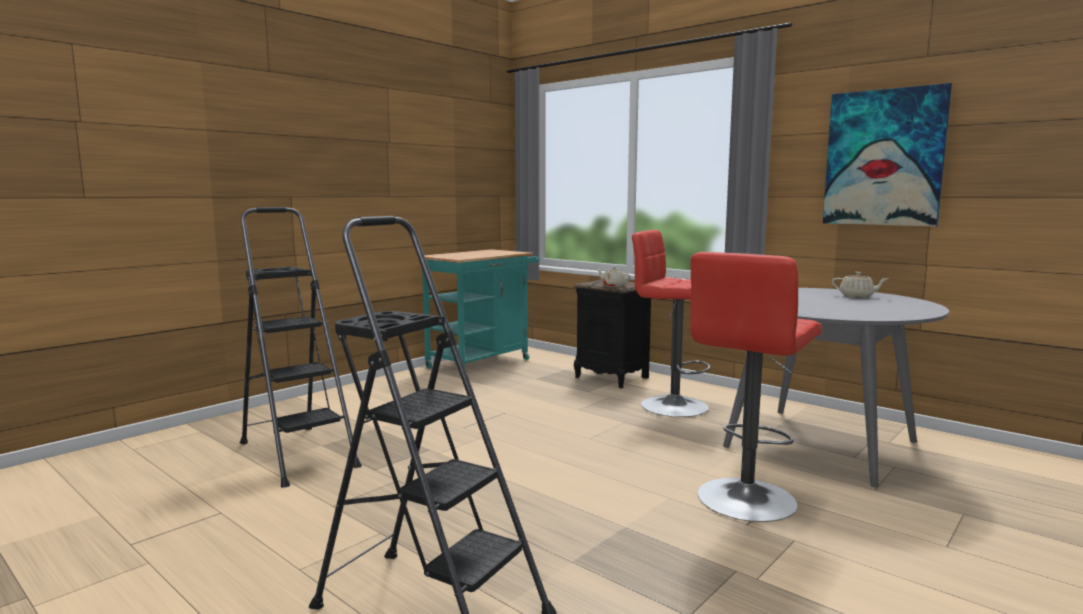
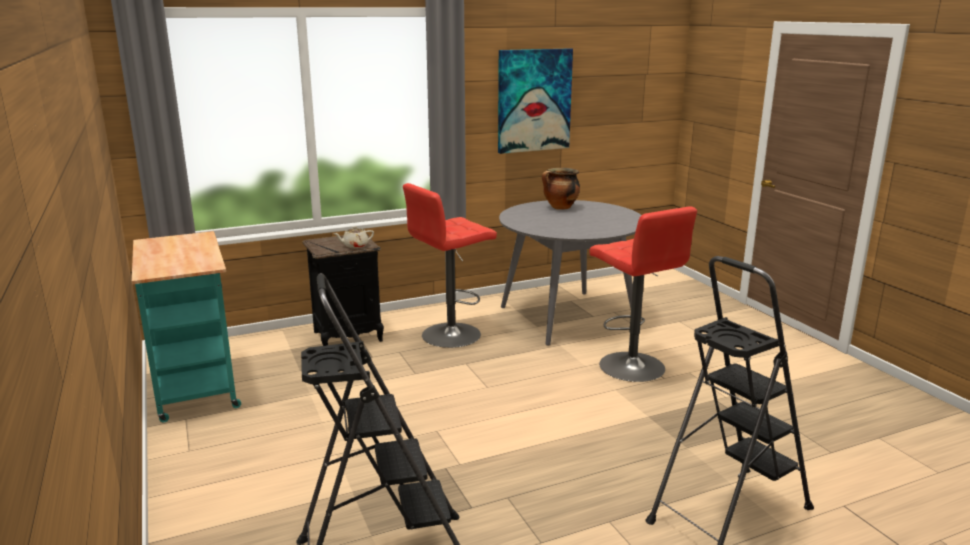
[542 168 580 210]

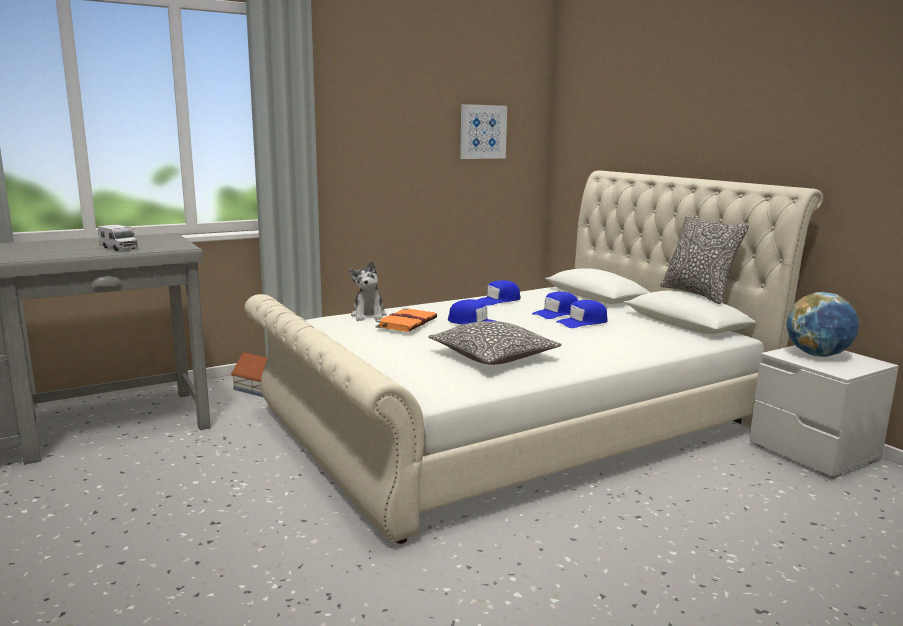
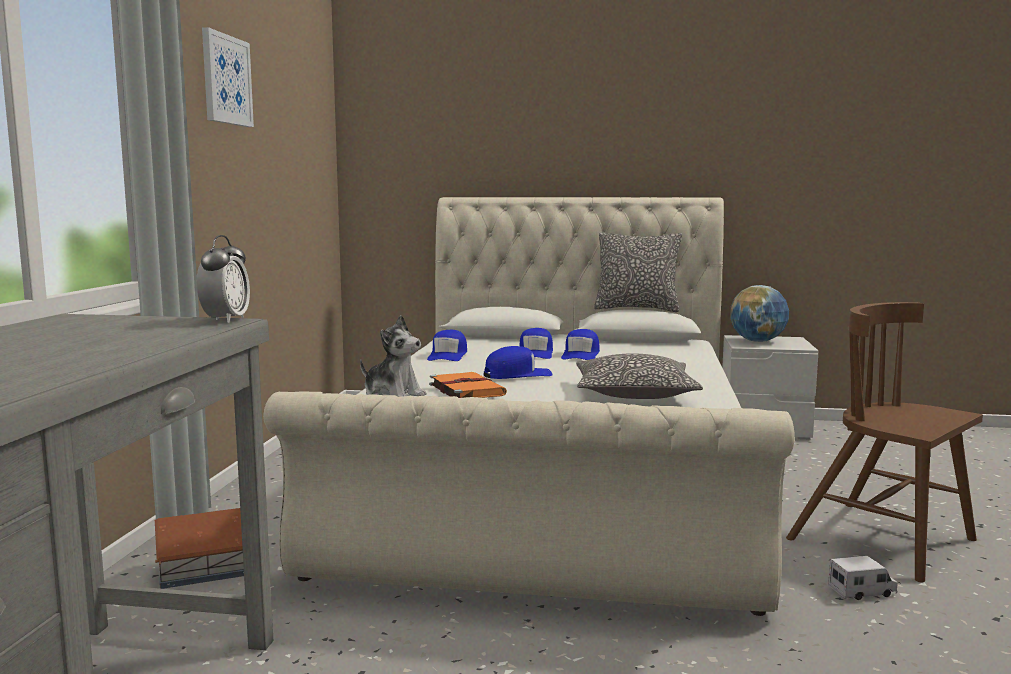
[197 235 250 323]
[786 302 983 582]
[828 556 898 600]
[202 27 254 127]

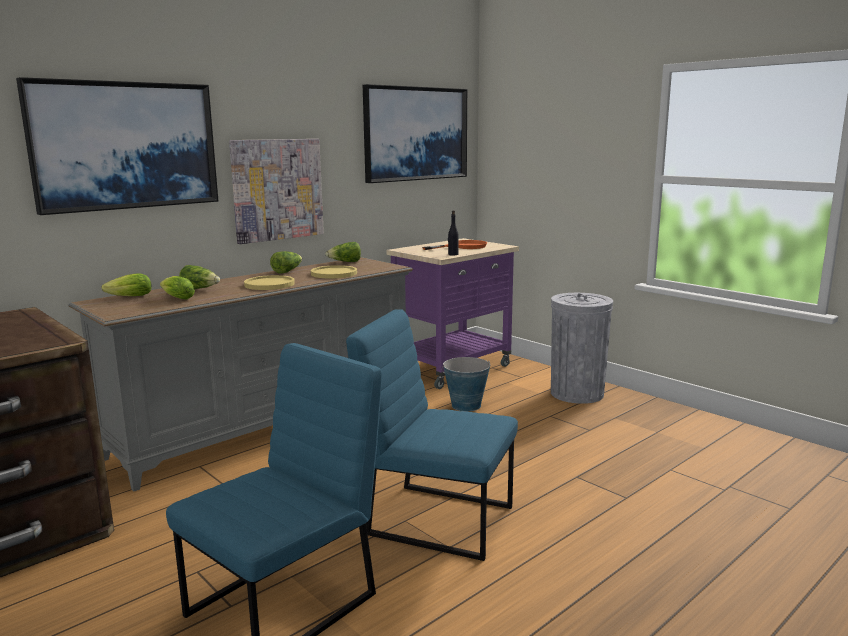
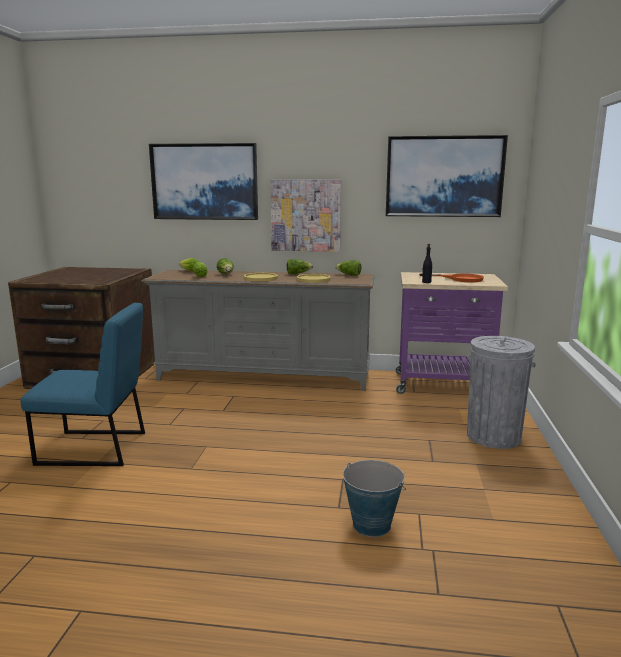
[346 309 518 561] (first image)
[343 460 406 537]

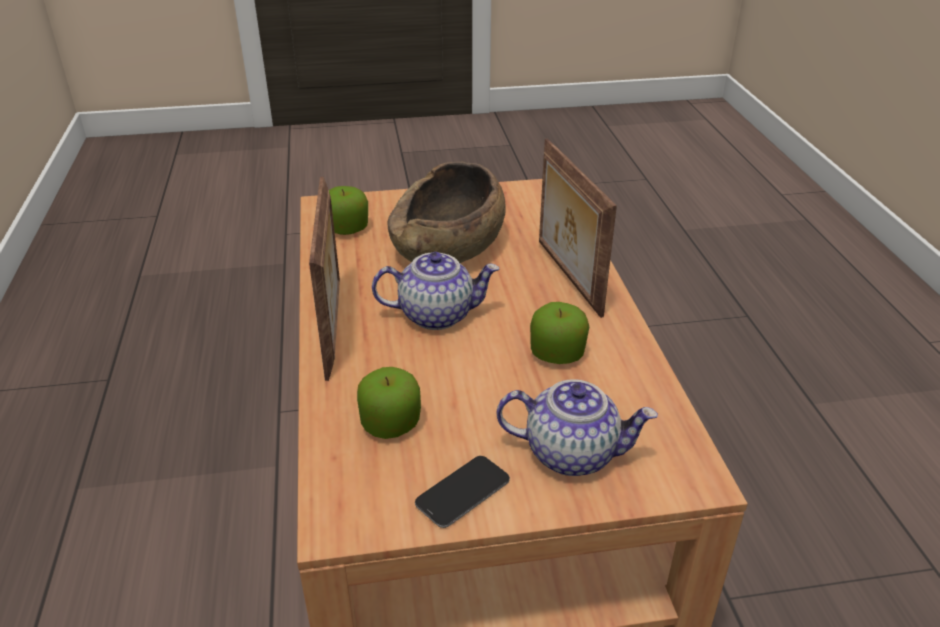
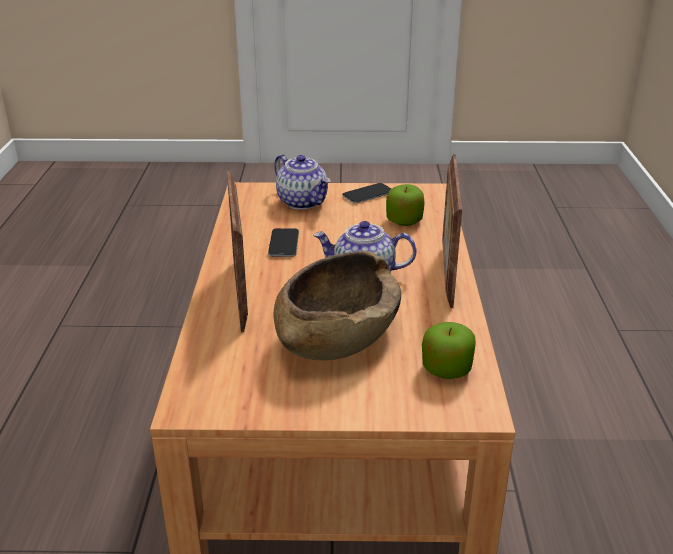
[268 228 299 257]
[274 154 331 210]

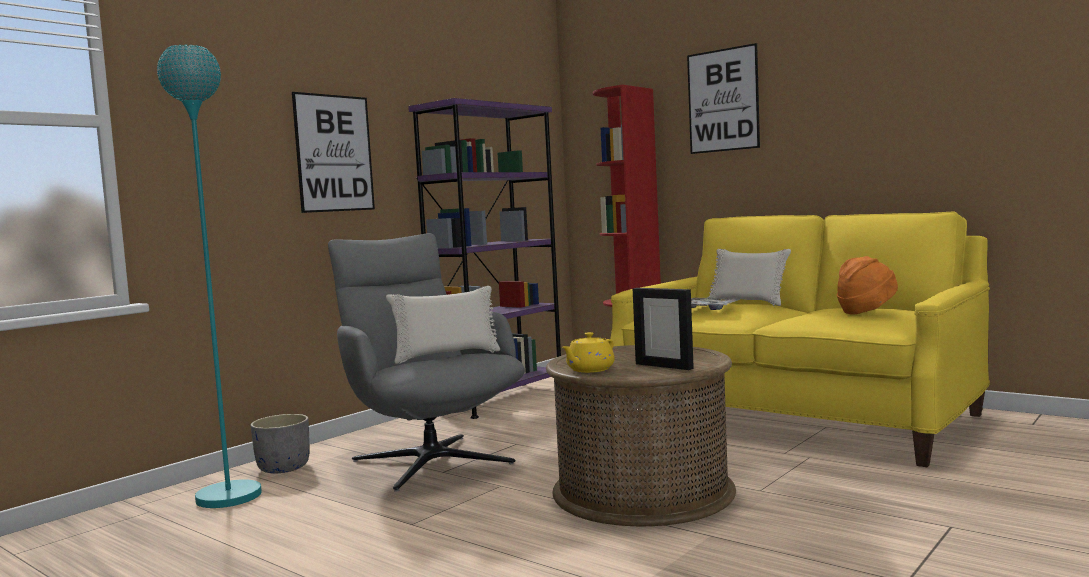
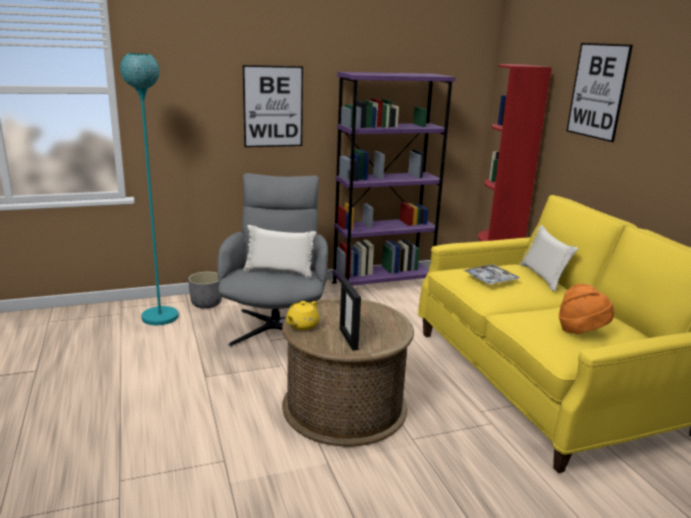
[286 301 320 330]

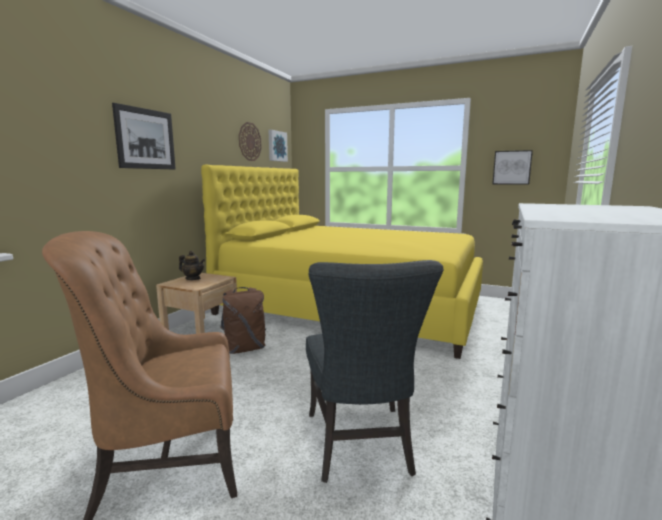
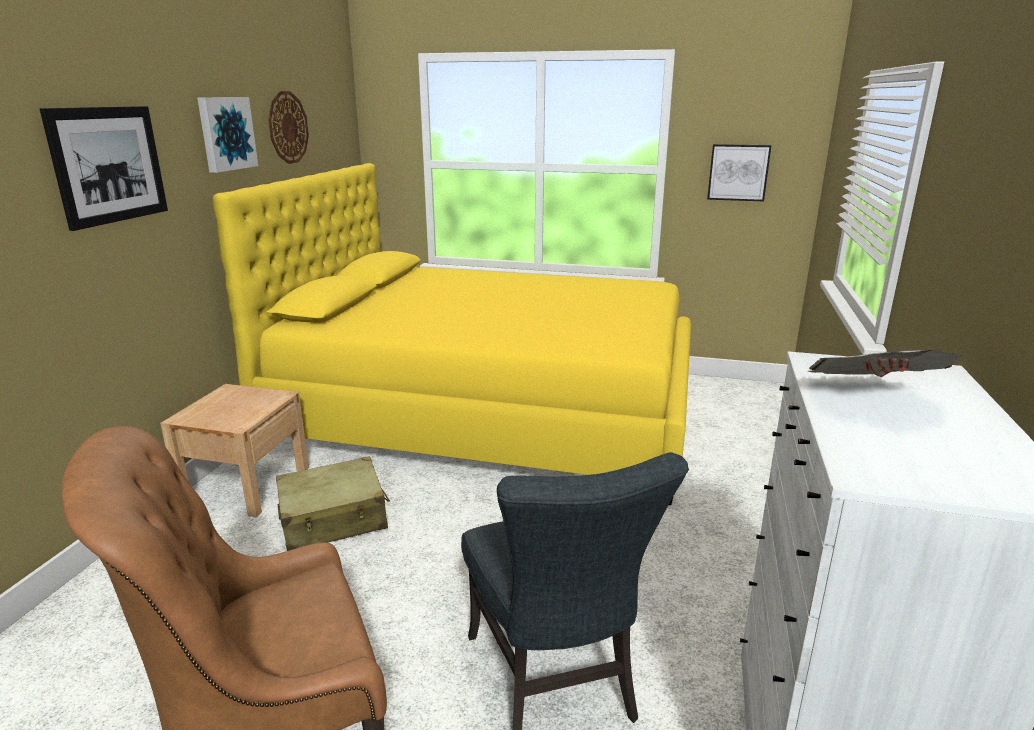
[179 251 205 280] (first image)
[808 350 963 377]
[197 97 258 173]
[276 456 390 551]

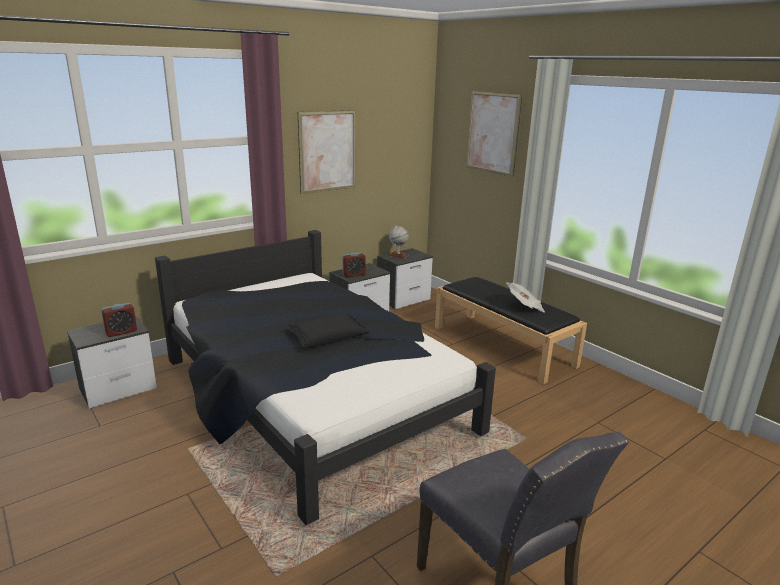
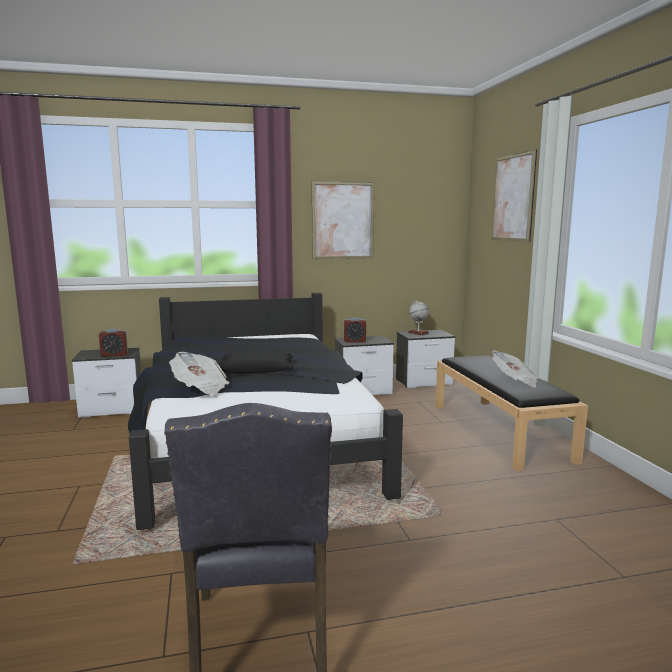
[169 352 230 395]

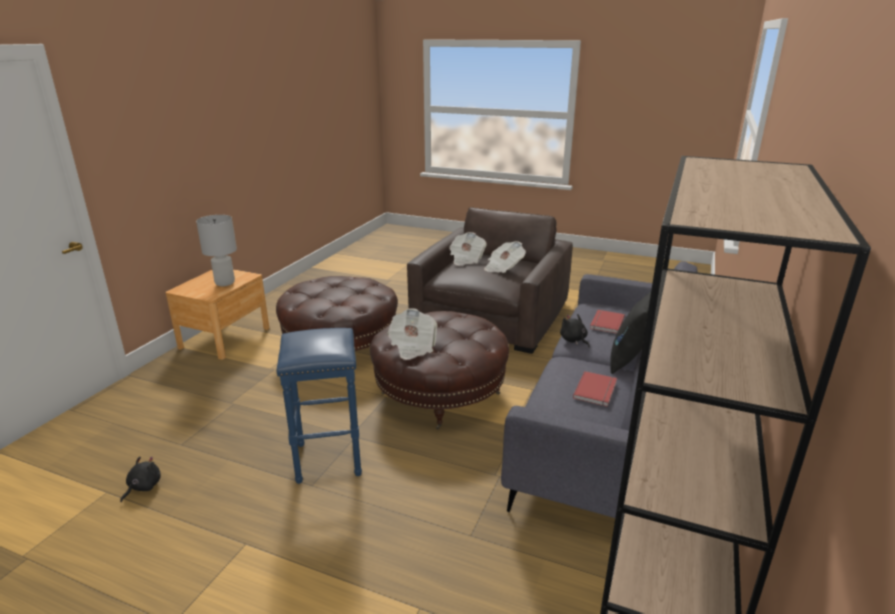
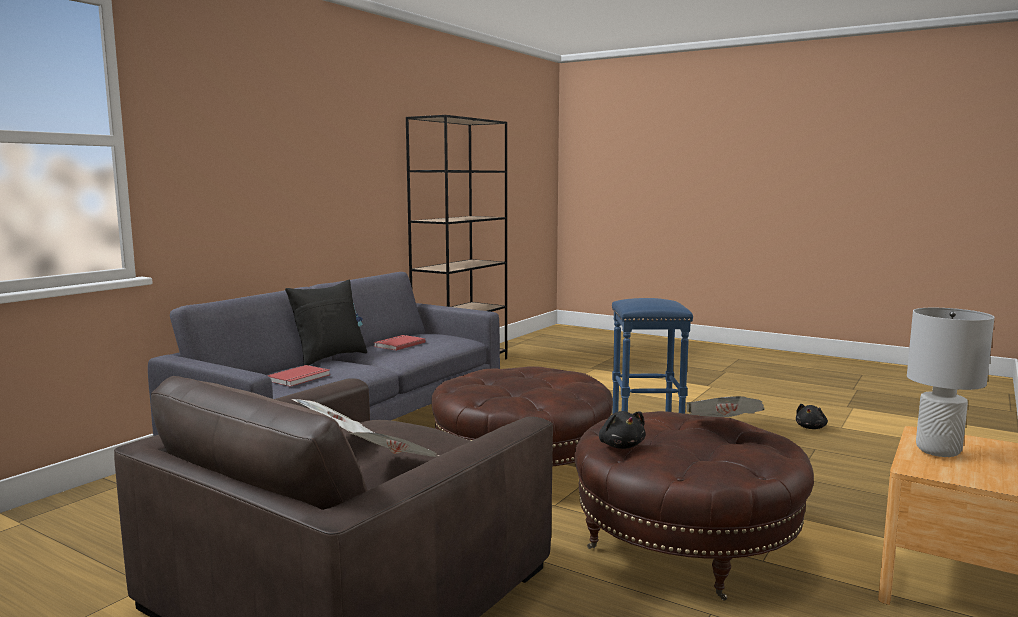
[686 396 765 417]
[599 411 645 449]

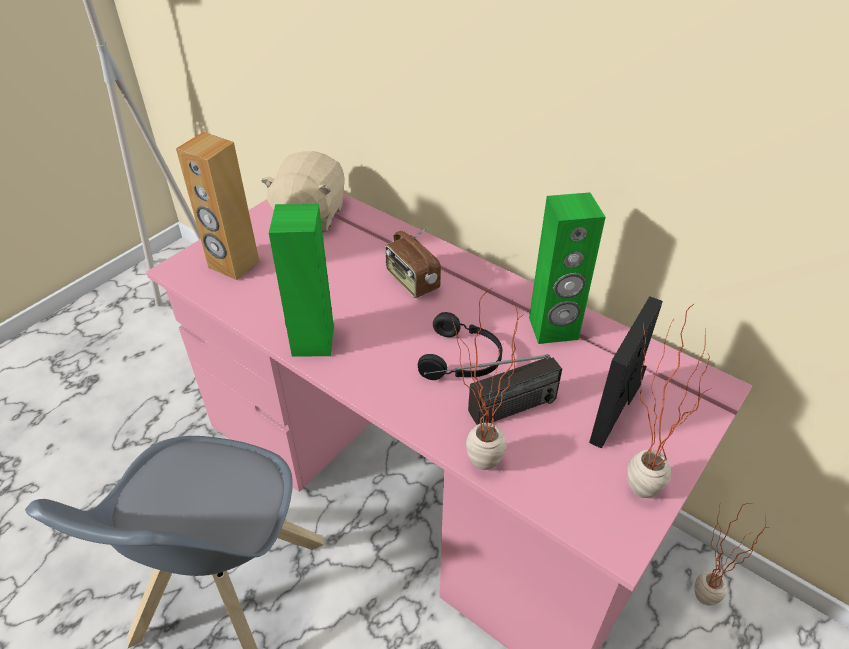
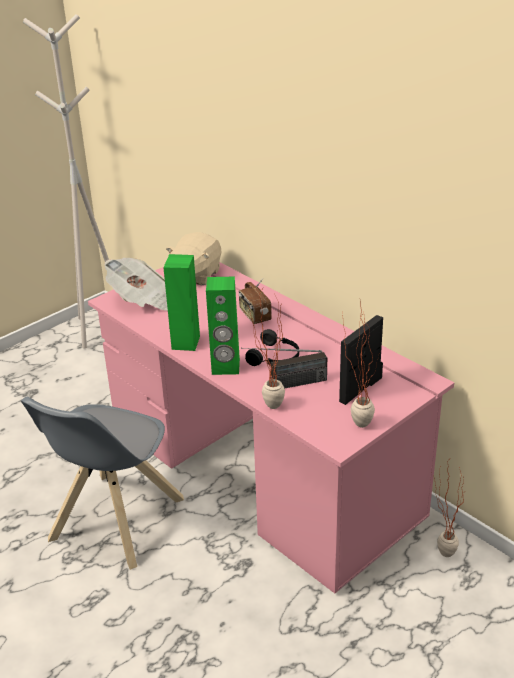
[206 277 240 375]
[104 258 168 311]

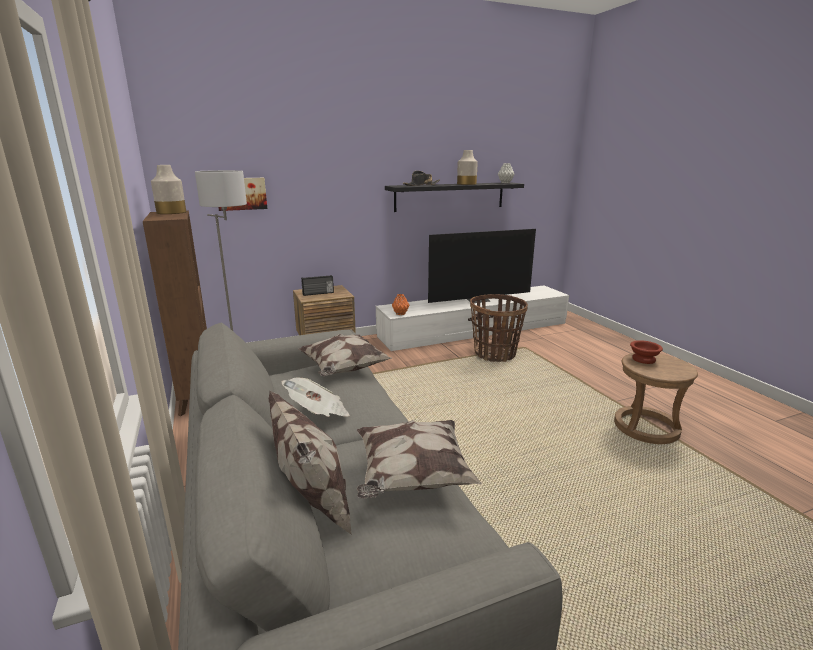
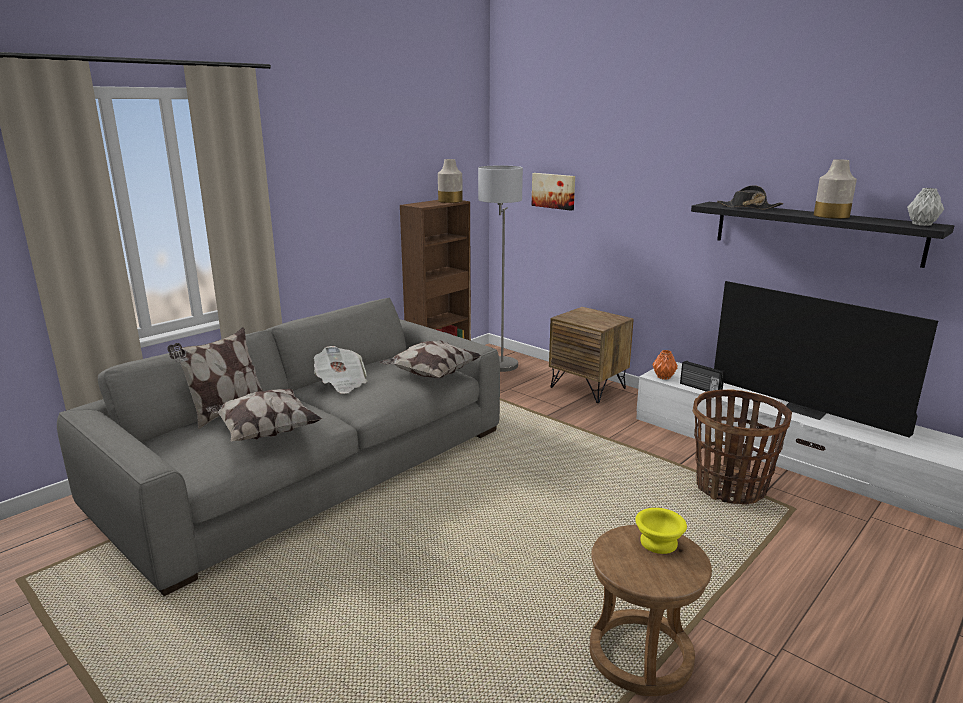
[680 360 725 392]
[635 508 687 554]

